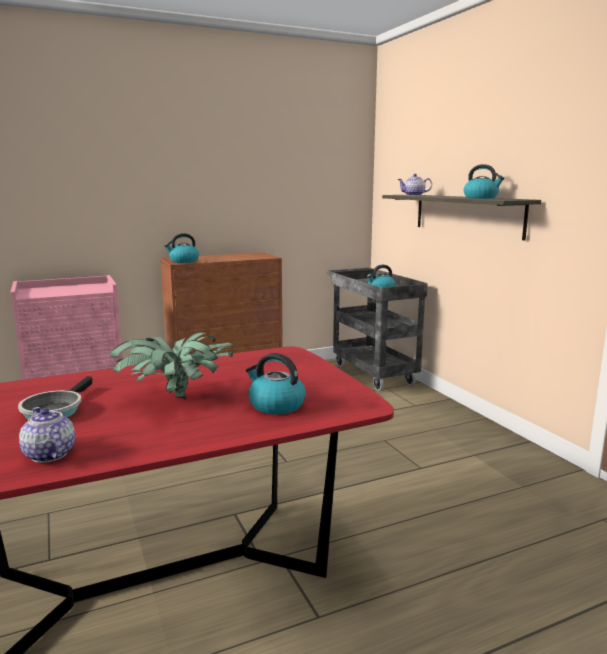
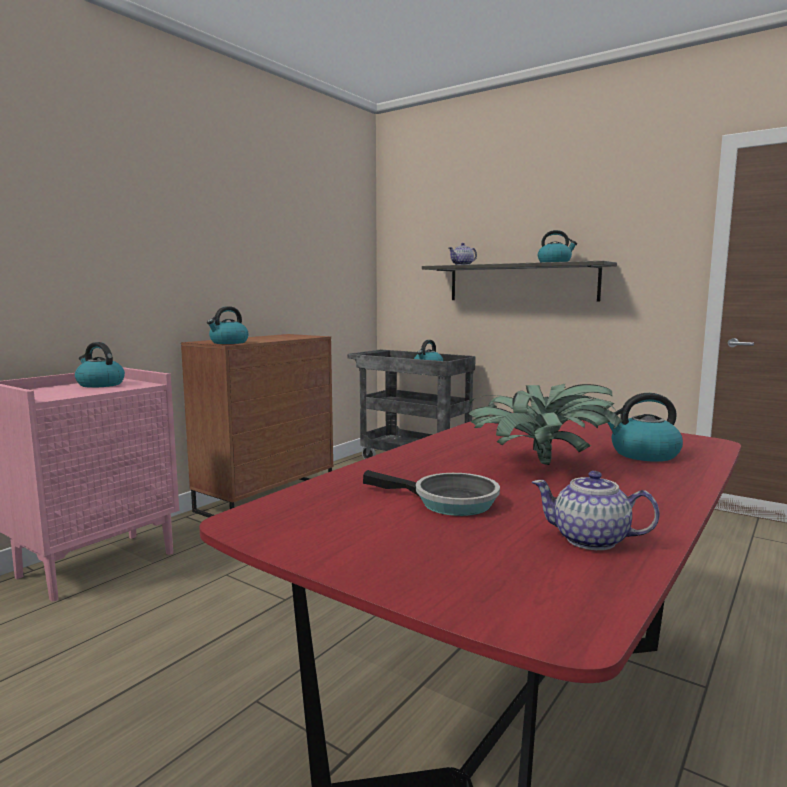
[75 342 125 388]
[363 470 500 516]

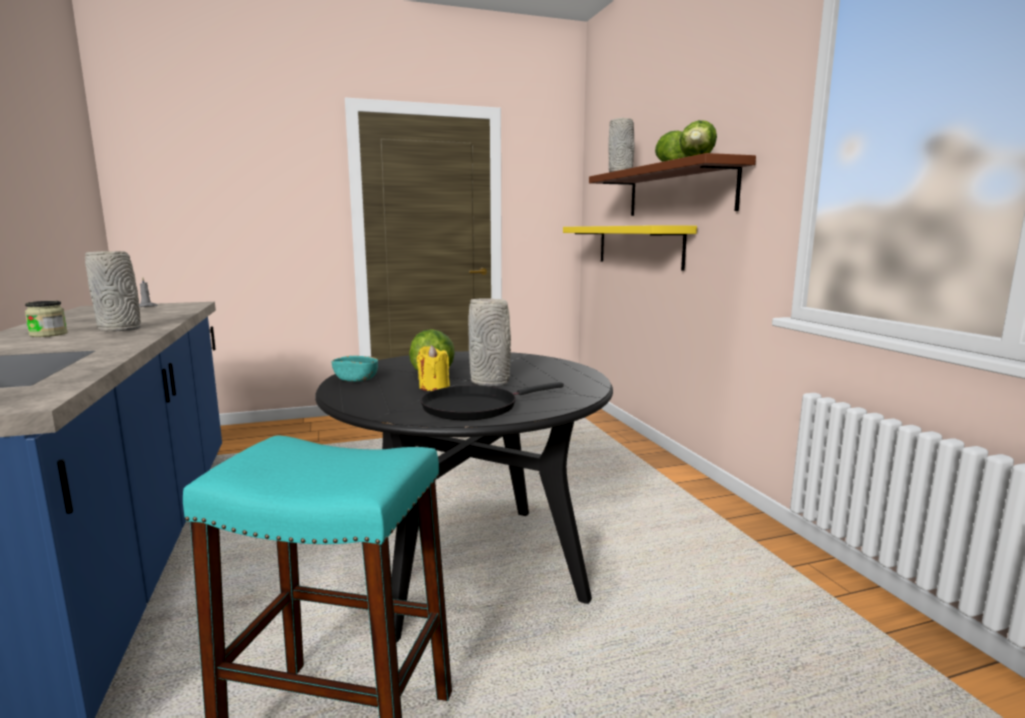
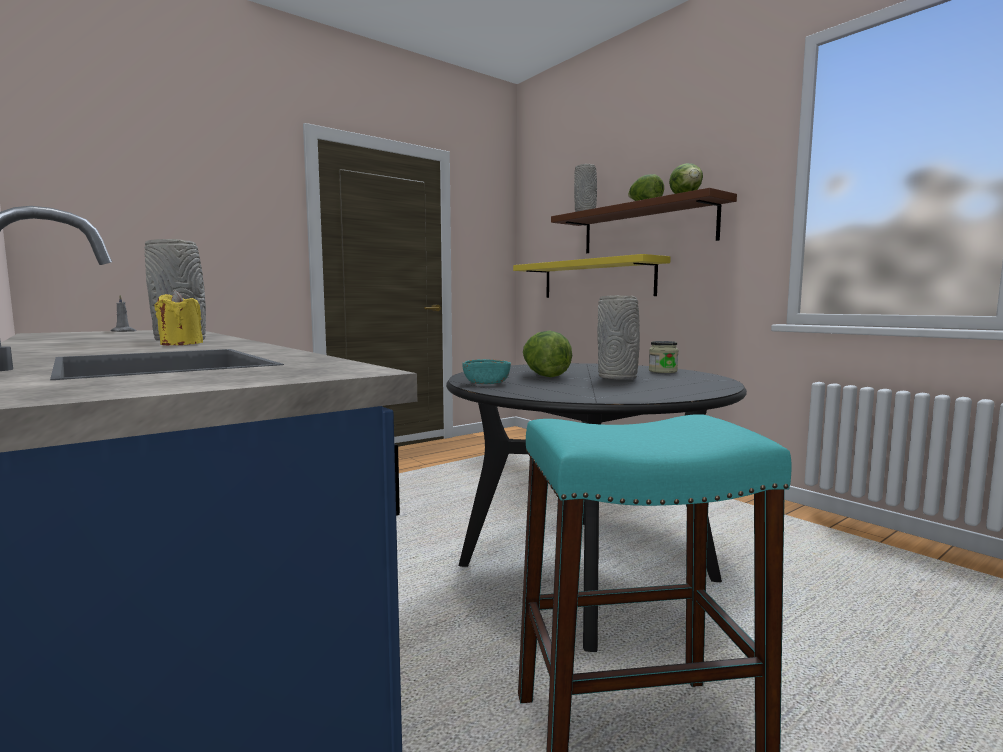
[421 382 564 420] (first image)
[649 341 678 373]
[155 290 203 345]

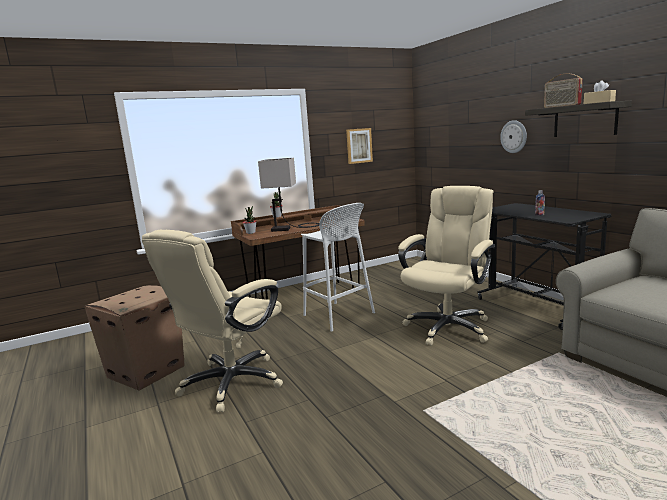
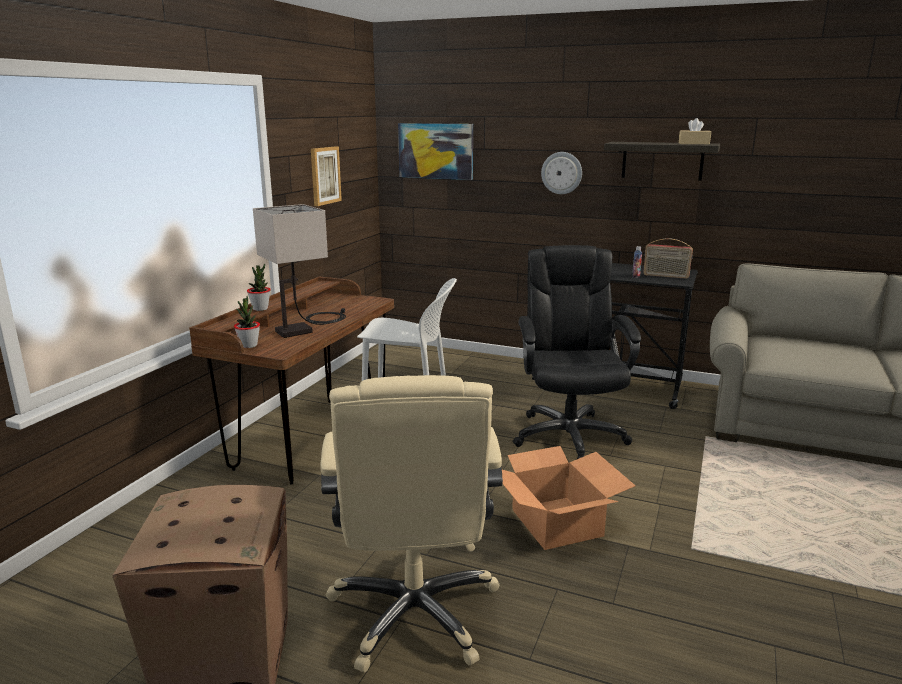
[398 123 473 180]
[502 446 636 550]
[643 238 693 279]
[513 245 641 459]

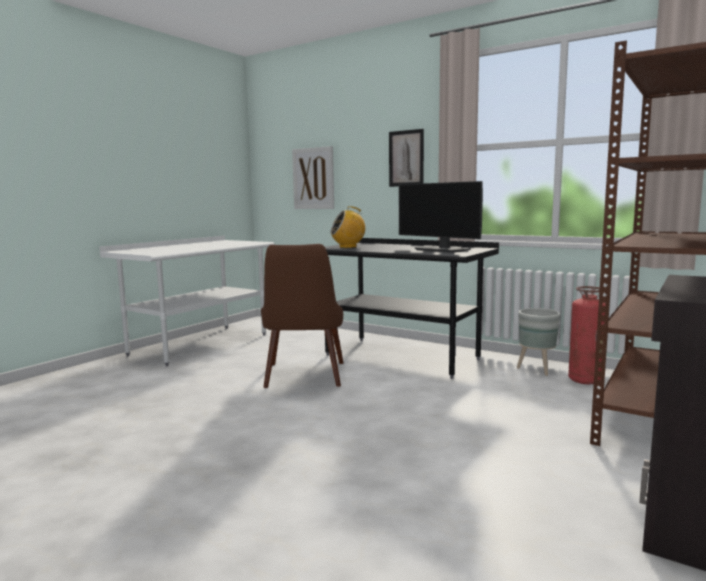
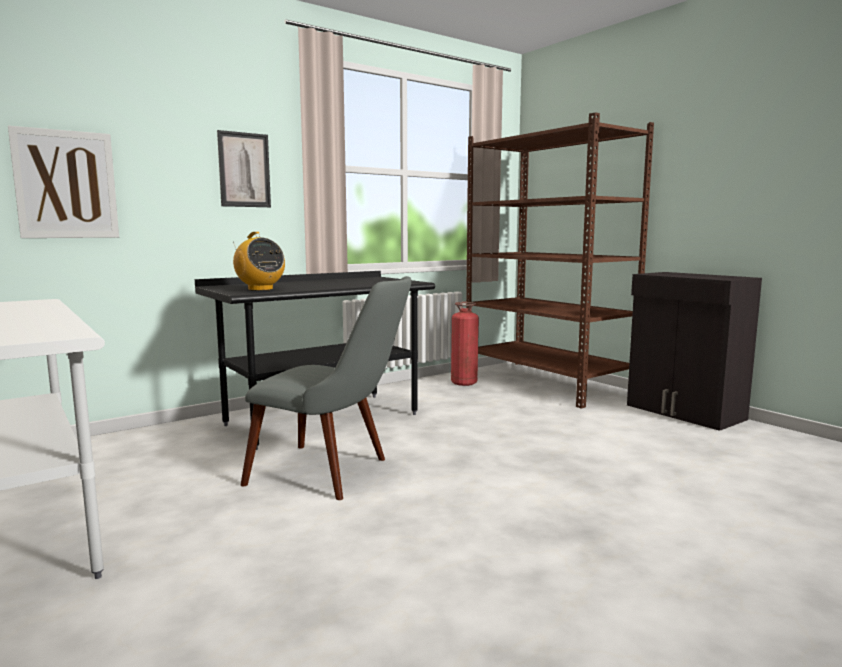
[399 181 483 253] (first image)
[517 308 560 376] (first image)
[241 276 411 500]
[233 232 285 291]

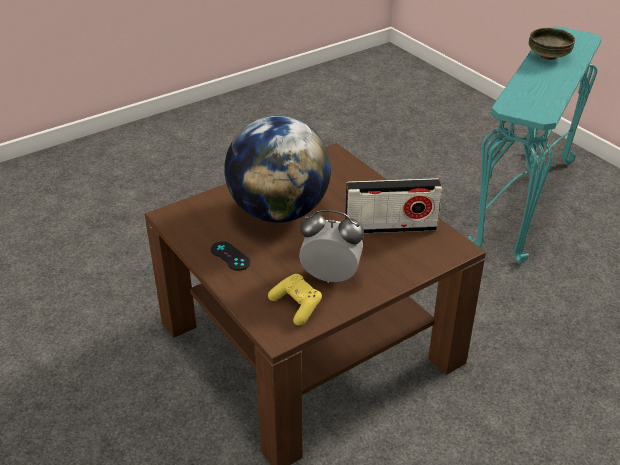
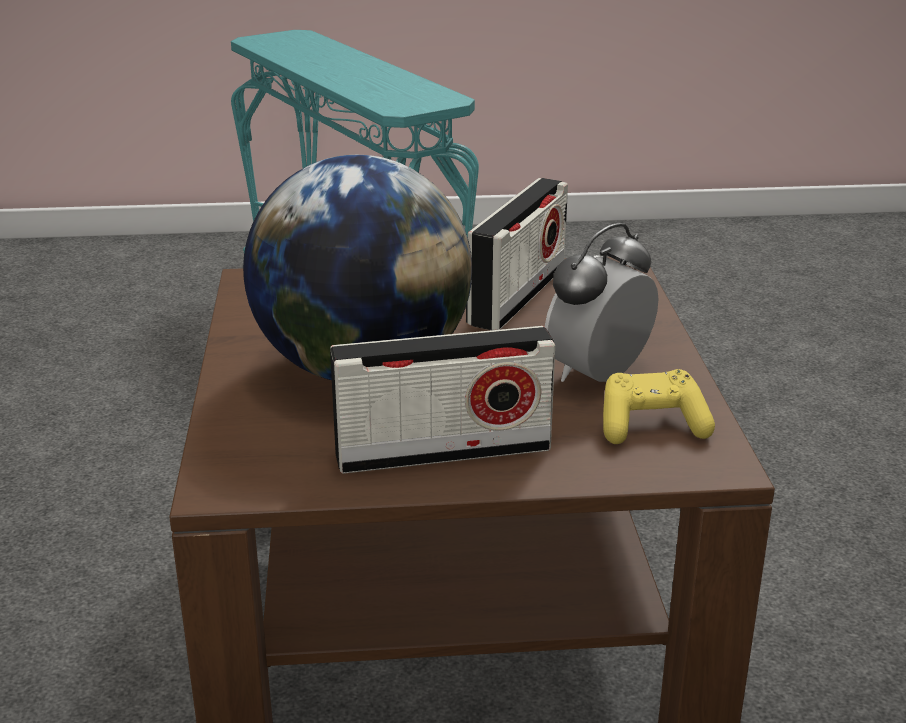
[529 28 575 60] (first image)
[330 326 555 474]

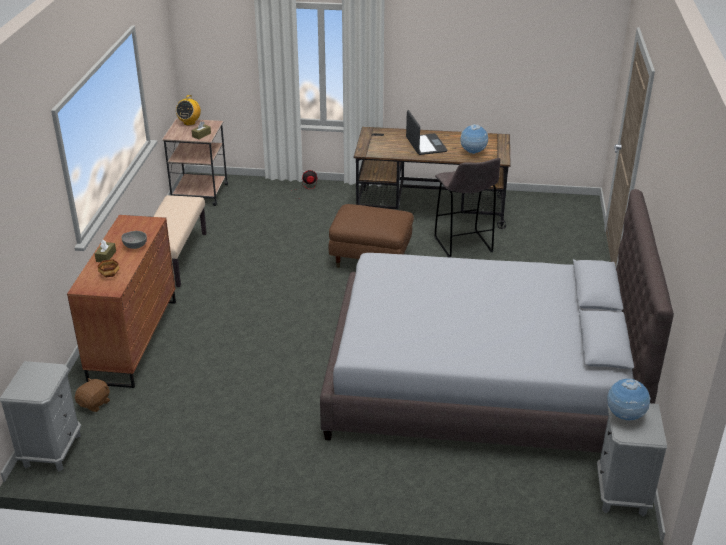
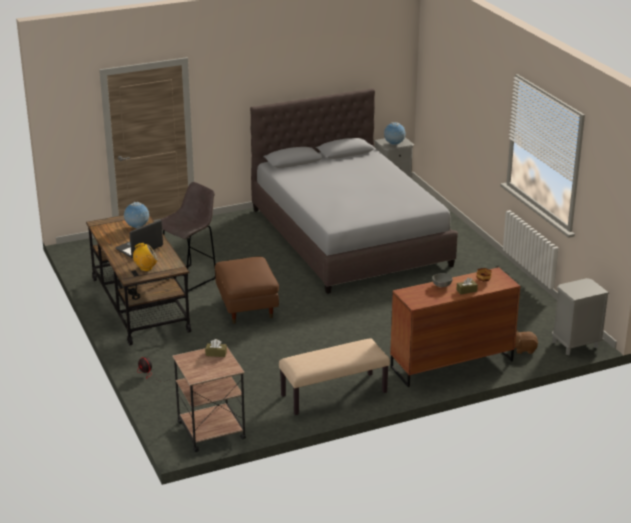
[132 243 158 271]

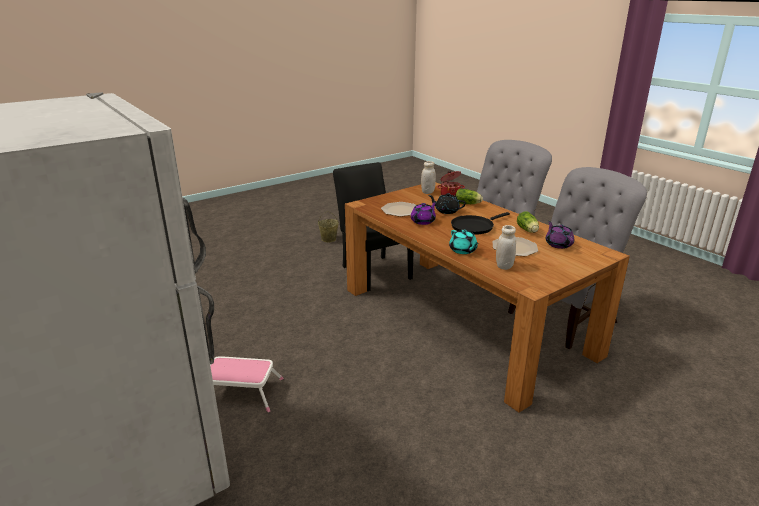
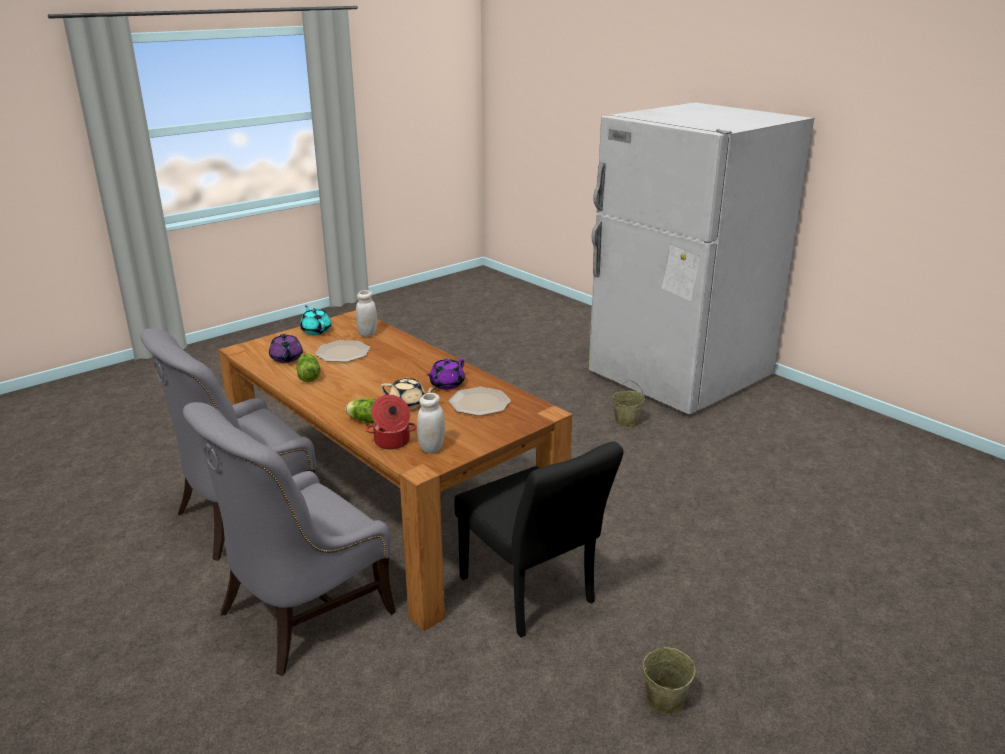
[451 212 510 235] (first image)
[300 306 332 335]
[612 380 645 428]
[381 378 437 410]

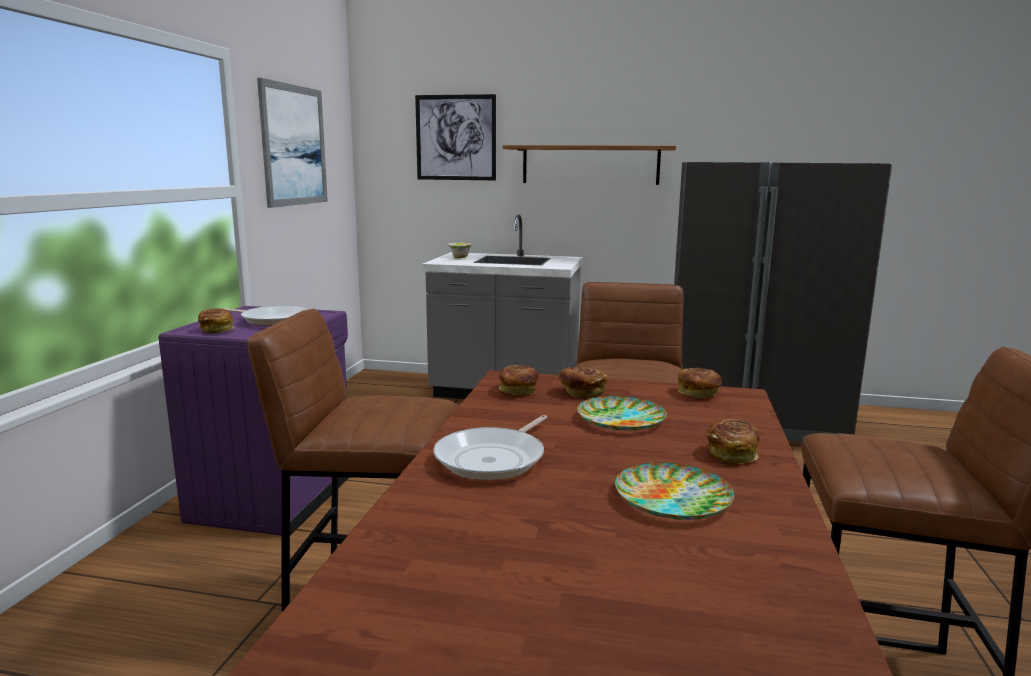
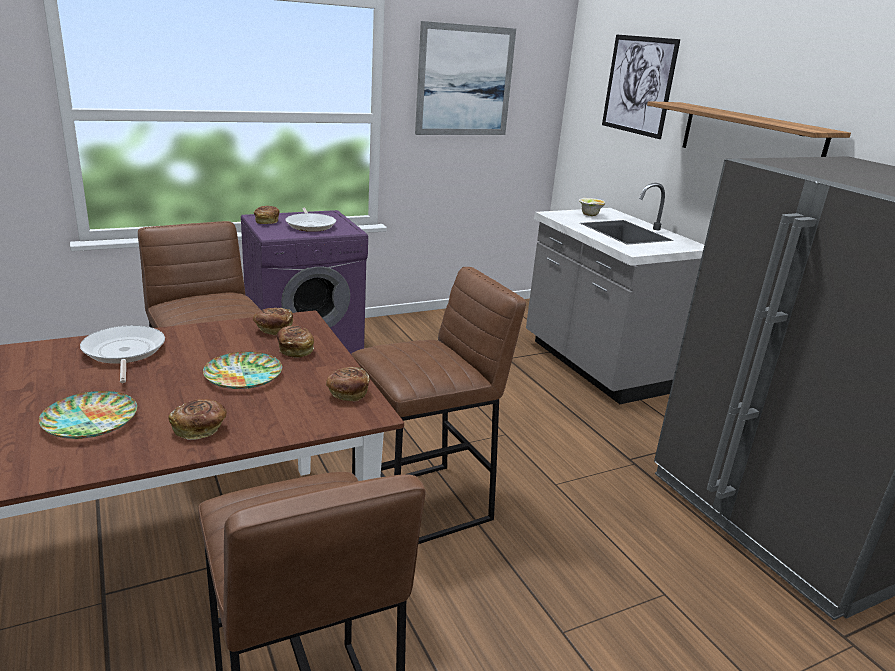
[80 325 165 383]

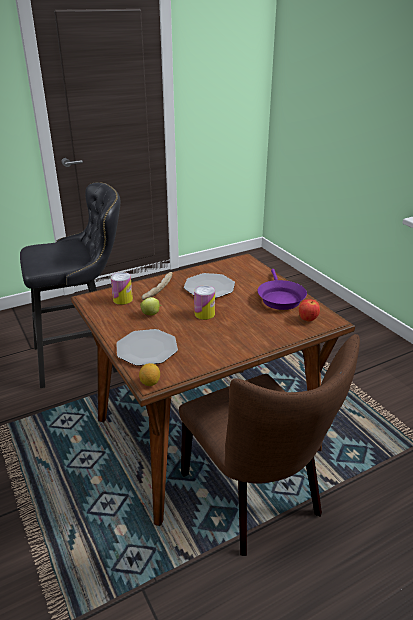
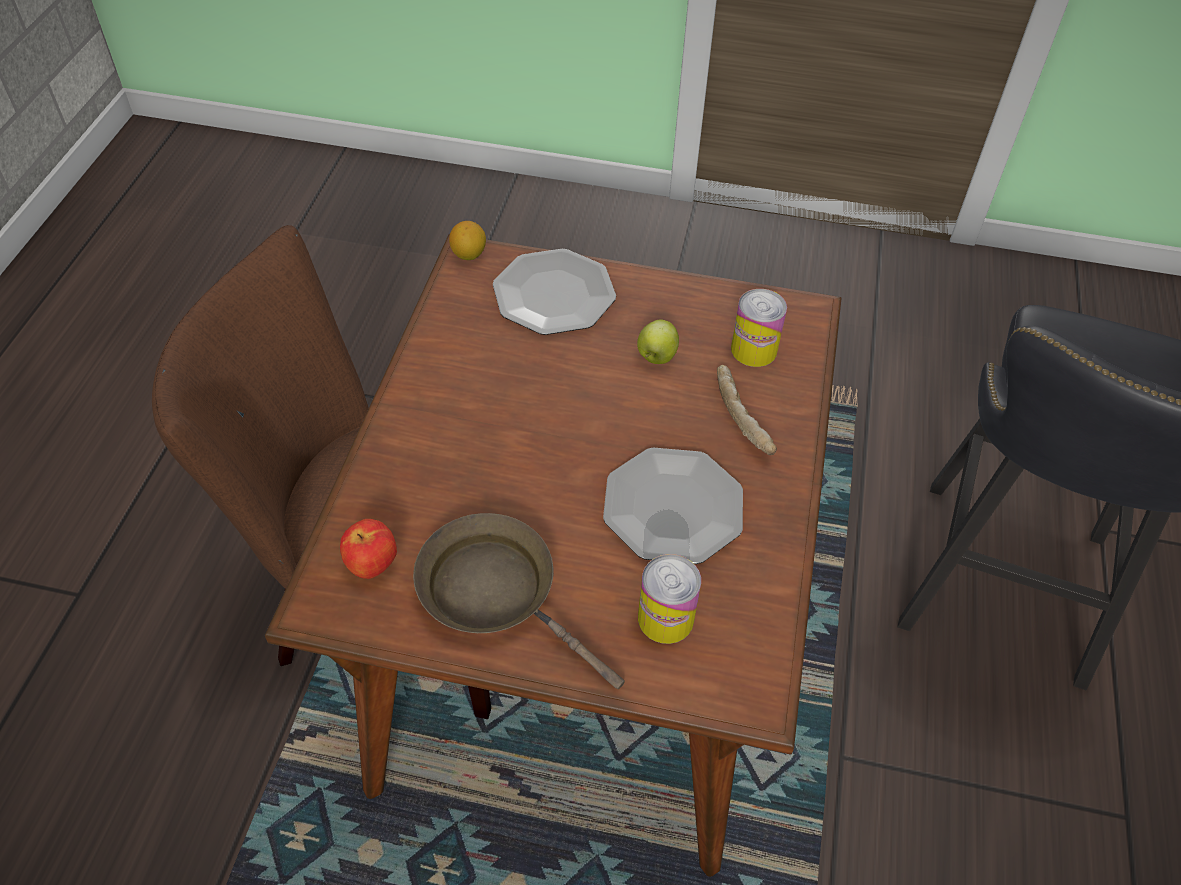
[638 554 701 644]
[413 513 625 689]

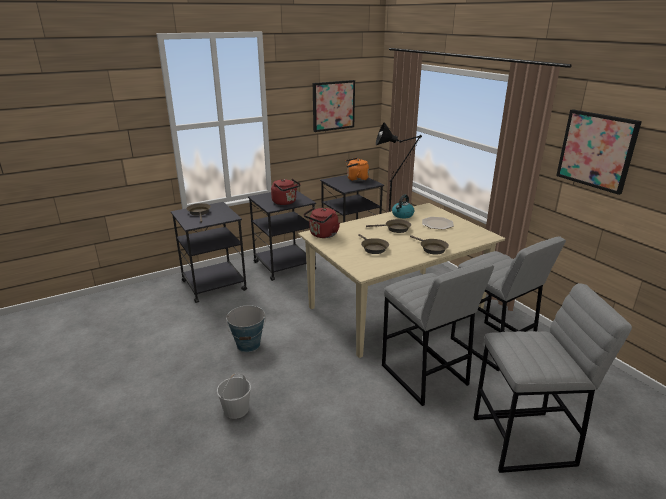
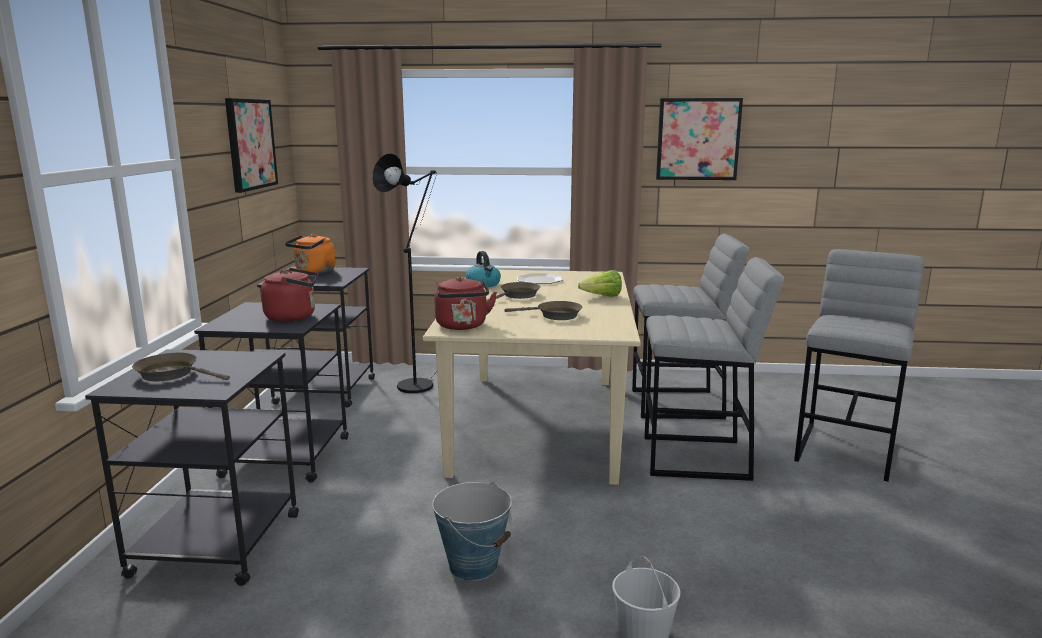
[578 270 622 297]

